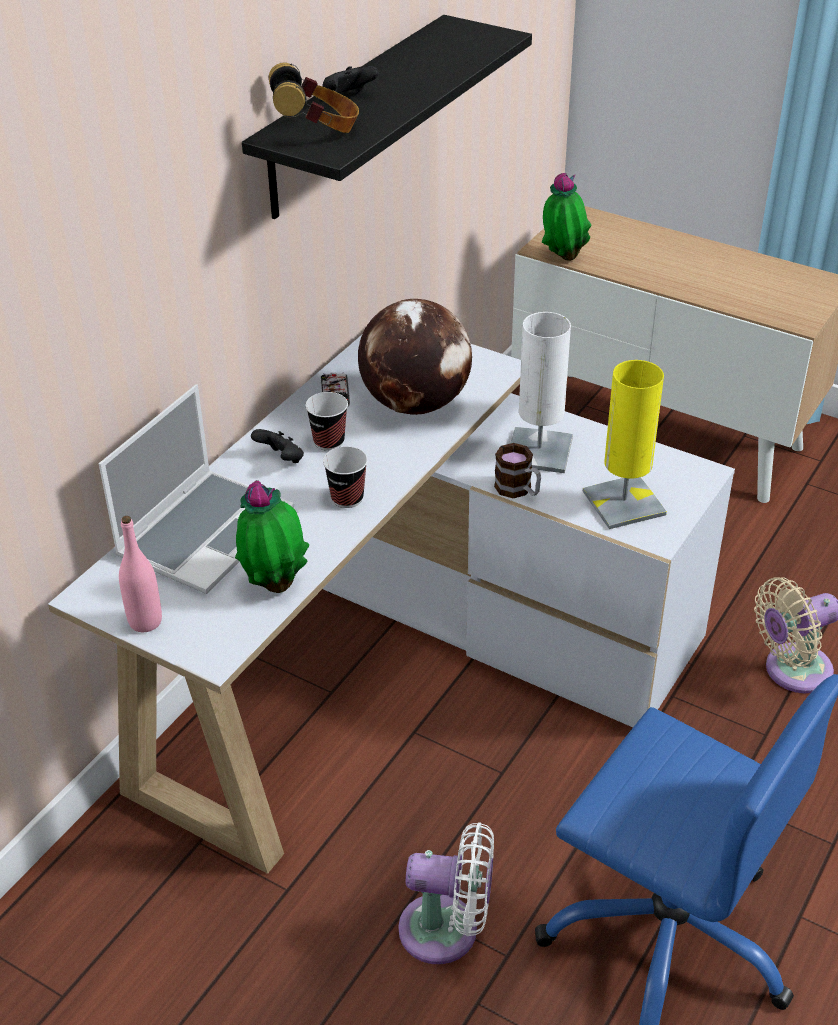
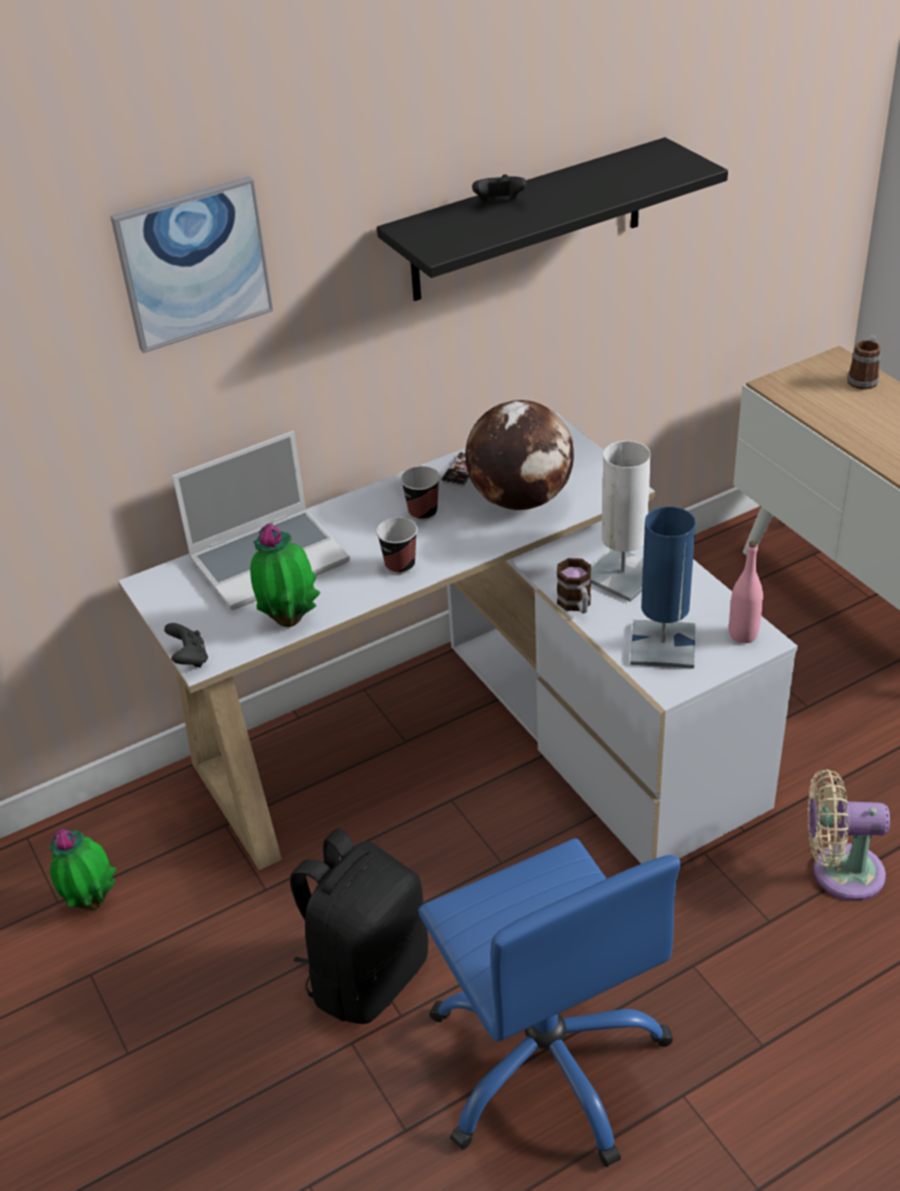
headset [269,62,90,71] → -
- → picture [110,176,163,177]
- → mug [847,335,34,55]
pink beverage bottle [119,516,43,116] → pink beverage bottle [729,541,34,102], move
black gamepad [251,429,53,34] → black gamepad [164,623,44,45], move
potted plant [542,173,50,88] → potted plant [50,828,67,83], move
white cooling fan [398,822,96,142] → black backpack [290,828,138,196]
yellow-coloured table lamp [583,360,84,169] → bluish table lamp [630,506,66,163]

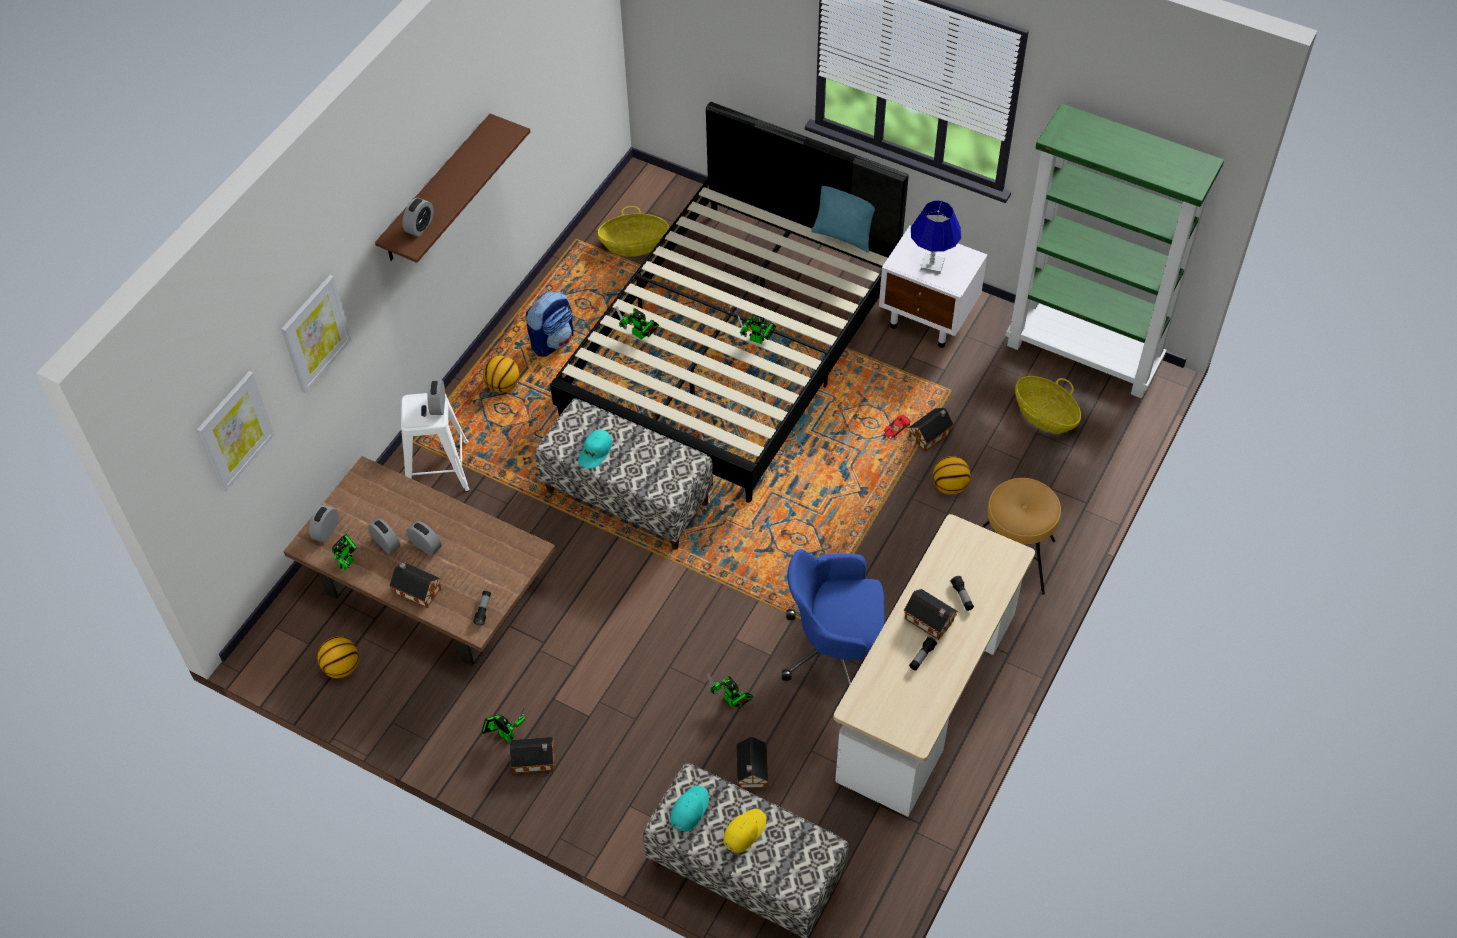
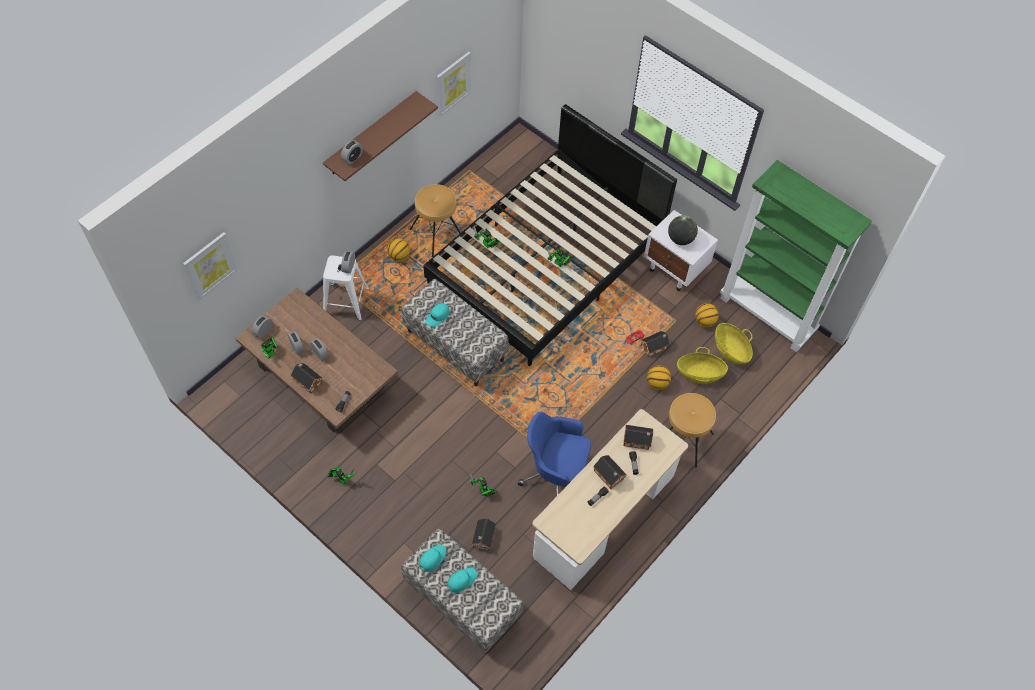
turquoise-coloured throw pillow [811,186,64,67] → -
picture [281,275,71,118] → picture [437,52,34,65], move
basketball [317,636,42,42] → basketball [695,303,24,24], move
model house [510,737,44,36] → model house [623,425,30,25], move
household basket [598,206,71,51] → household basket [677,347,51,37], move
backpack [526,292,48,65] → brownish stool seat [410,184,51,73]
bluish table lamp [911,201,50,73] → globe [668,215,30,30]
yellow-coloured baseball cap [723,809,43,44] → turquoise-coloured baseball cap [447,568,30,25]

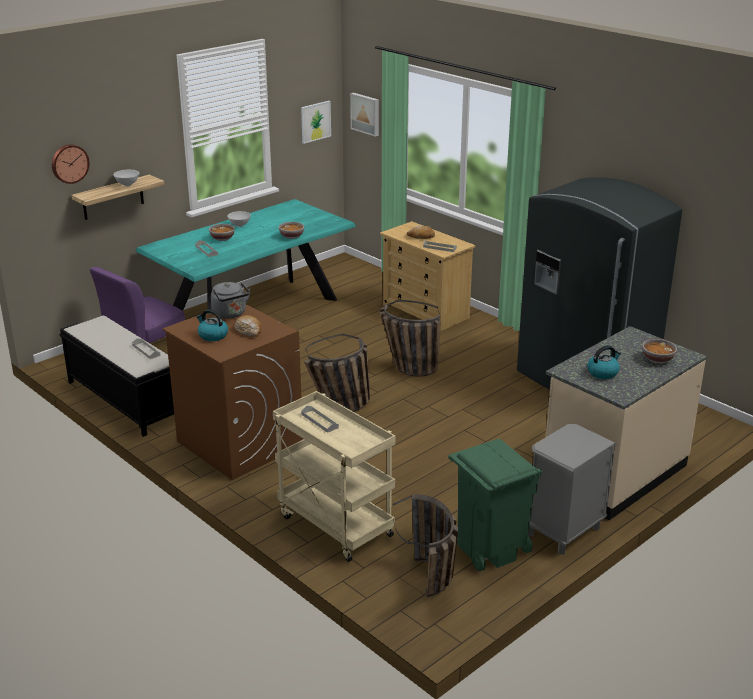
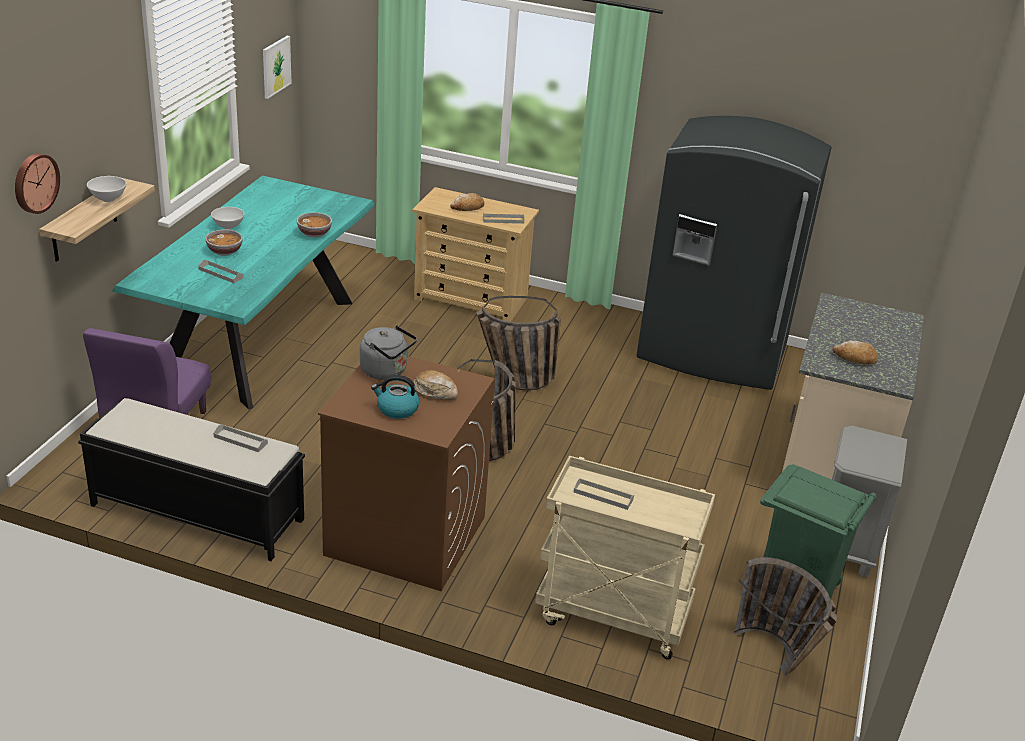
picture [350,93,29,44] → -
deep dish [642,339,35,25] → -
tea kettle [587,345,34,34] → bread [833,340,45,25]

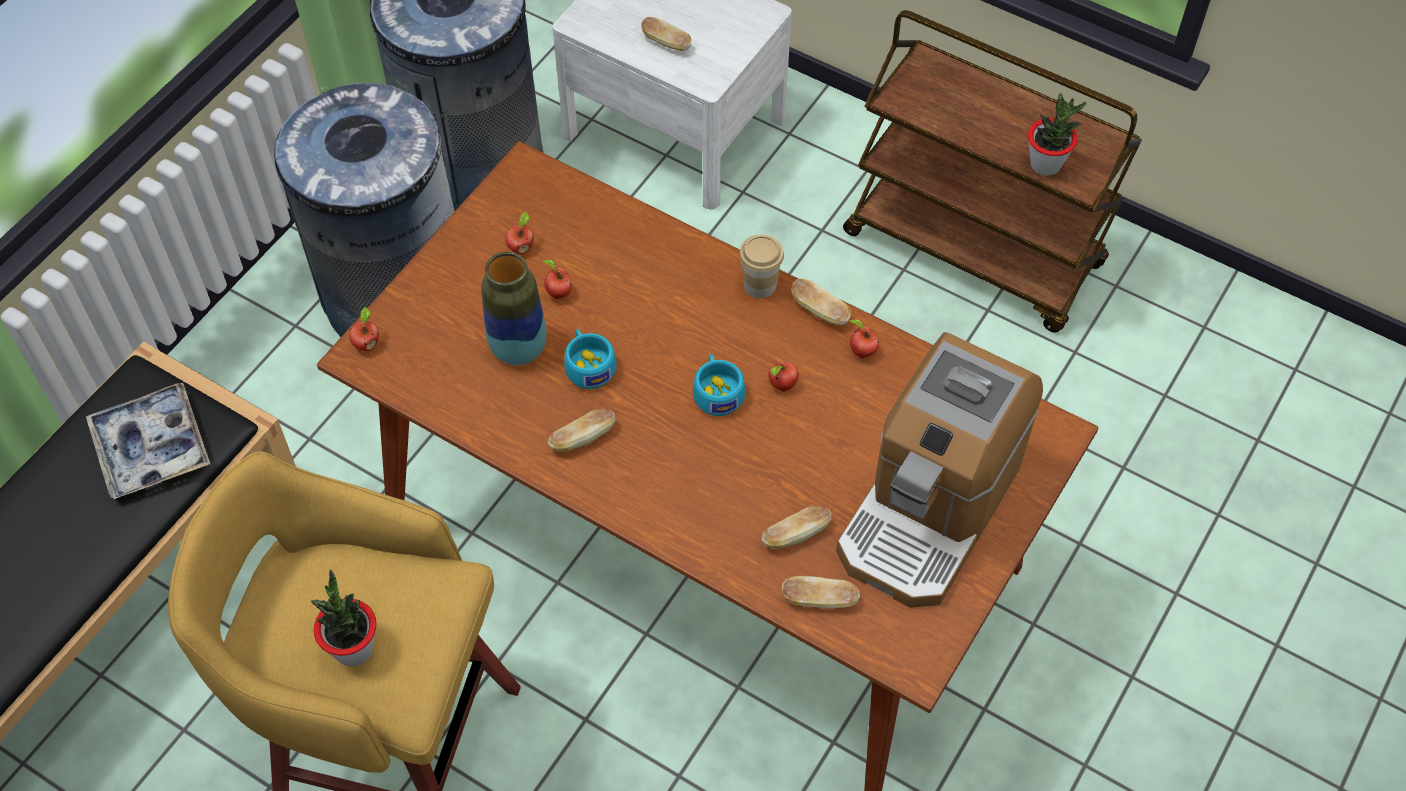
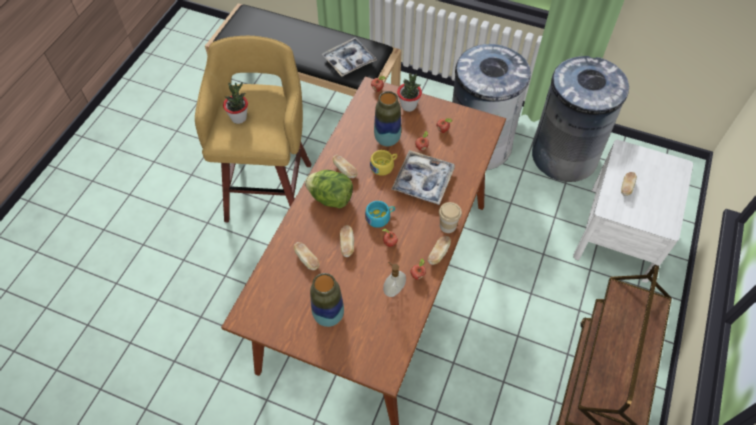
- → head of lettuce [305,170,48,38]
- → soap bottle [383,262,23,35]
- → carrying tray [391,150,64,55]
bread [782,576,78,33] → bread [340,225,14,32], move
potted plant [1028,93,58,83] → potted plant [397,73,25,39], move
coffee machine [836,332,207,276] → vase [310,273,34,54]
turquoise-coloured cup [564,329,52,60] → yellow-coloured cup [370,150,27,26]

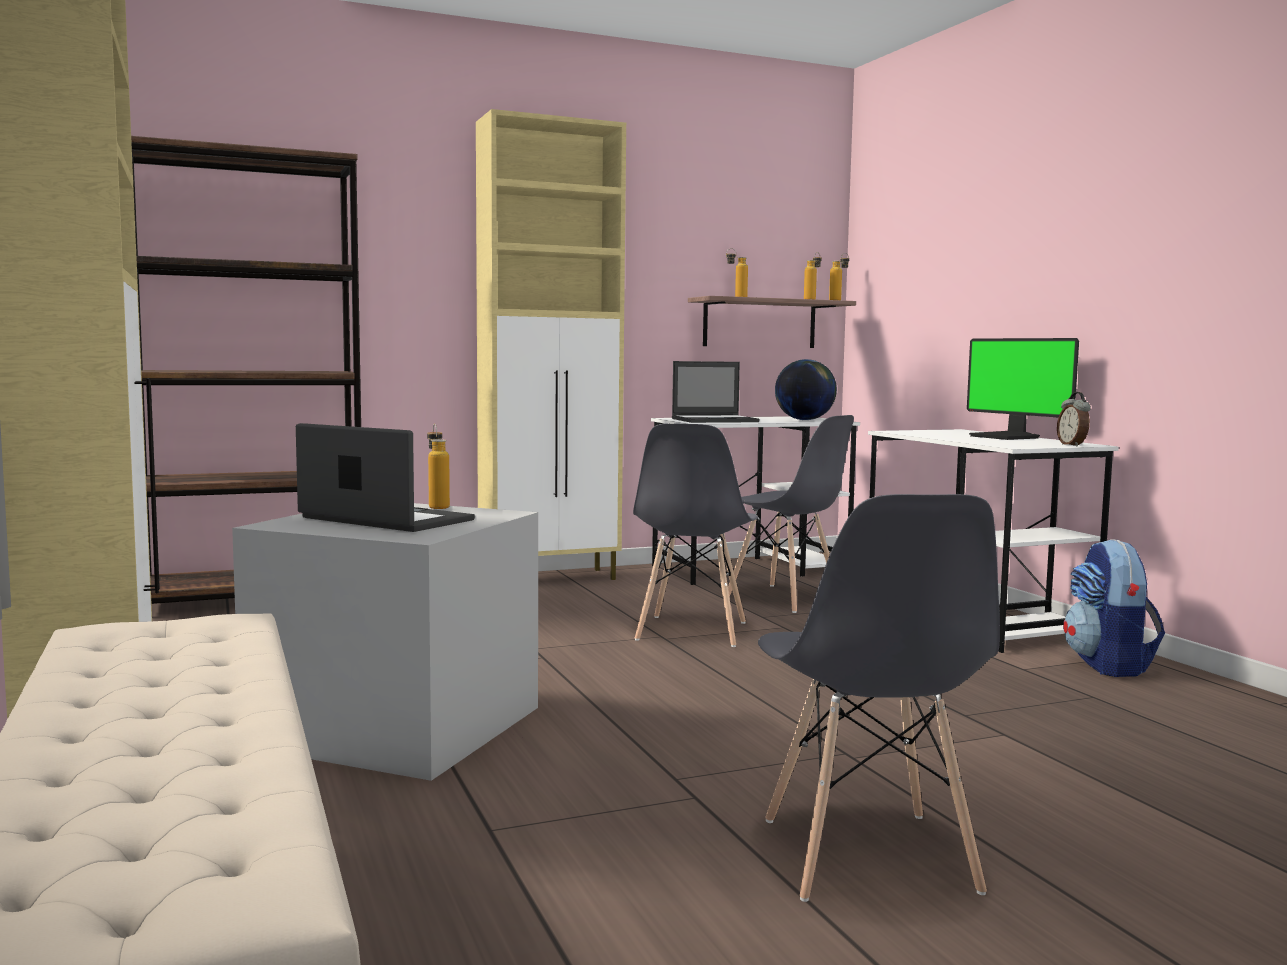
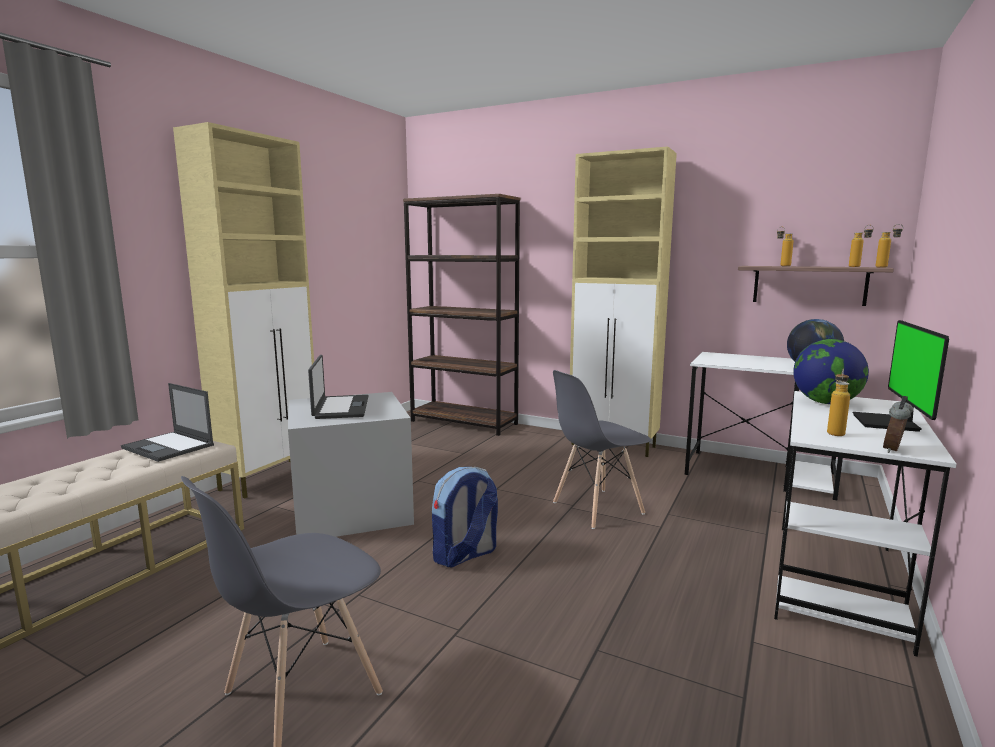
greyish plain chair [728,415,126,198] → -
- → globe [793,339,76,65]
beverage bottle [427,424,23,85] → beverage bottle [827,369,23,67], move
portable computer [672,361,88,62] → portable computer [121,383,93,79], move
backpack [1063,539,102,138] → backpack [432,467,66,100], move

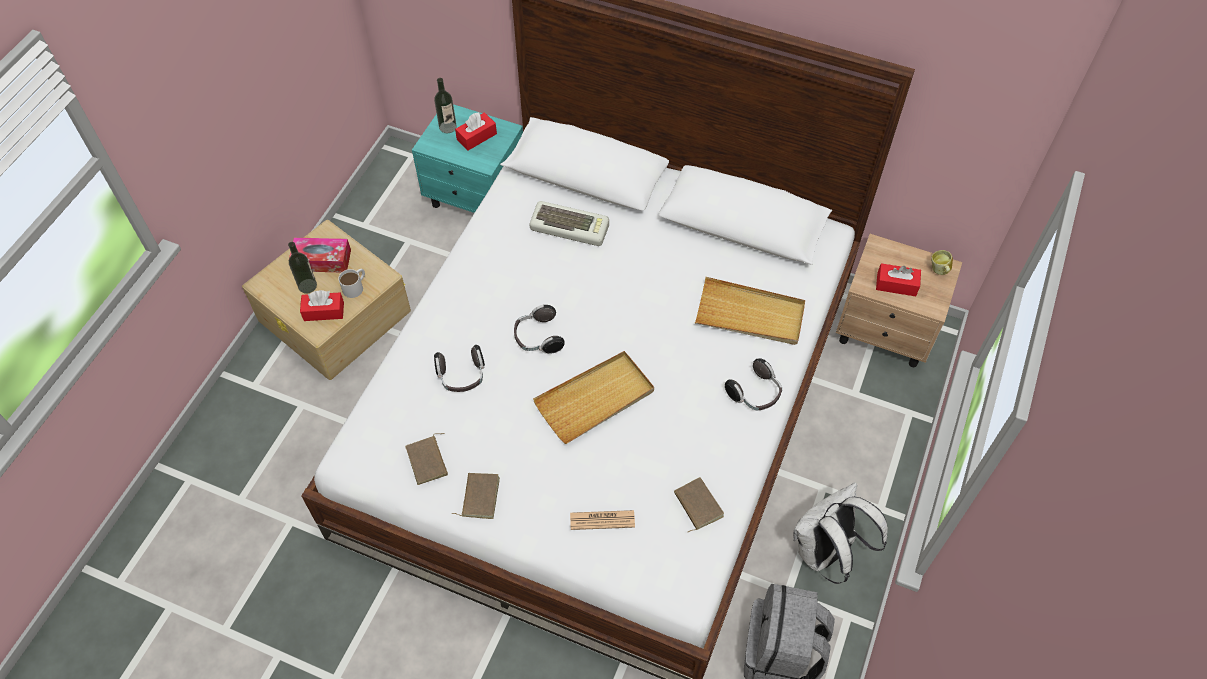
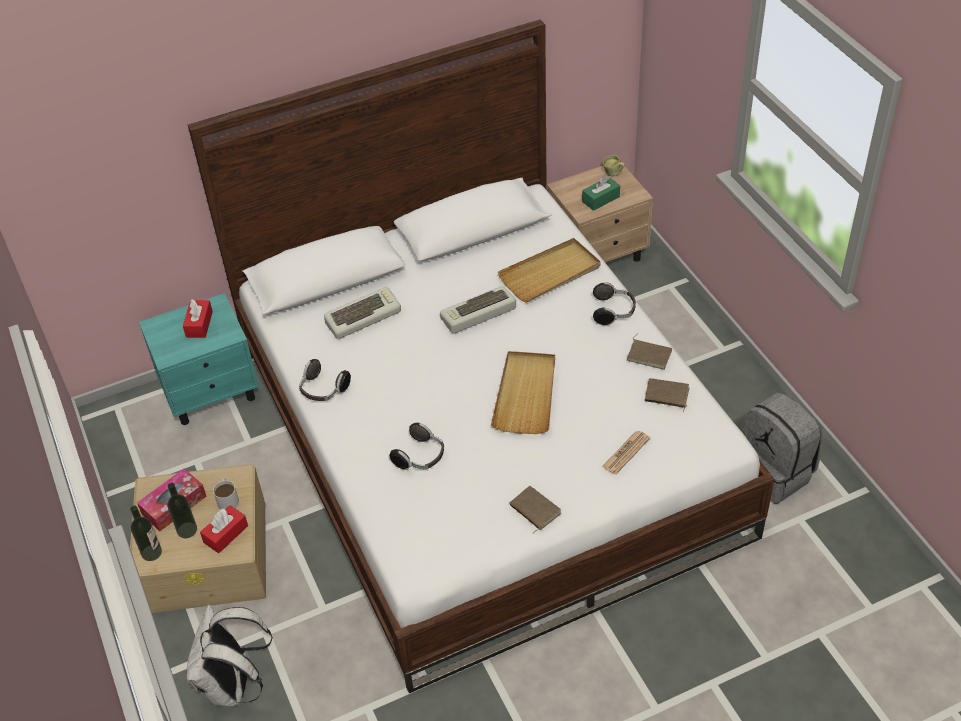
- → computer keyboard [440,286,76,48]
brownish book [405,433,43,52] → brownish book [627,334,45,36], move
beverage bottle [434,78,23,55] → beverage bottle [130,506,32,55], move
headset [514,305,51,49] → headset [299,359,52,42], move
white backpack [793,482,95,102] → white backpack [186,605,87,102], move
reddish tissue holder [876,263,45,33] → green-coloured tissue holder [582,176,38,35]

